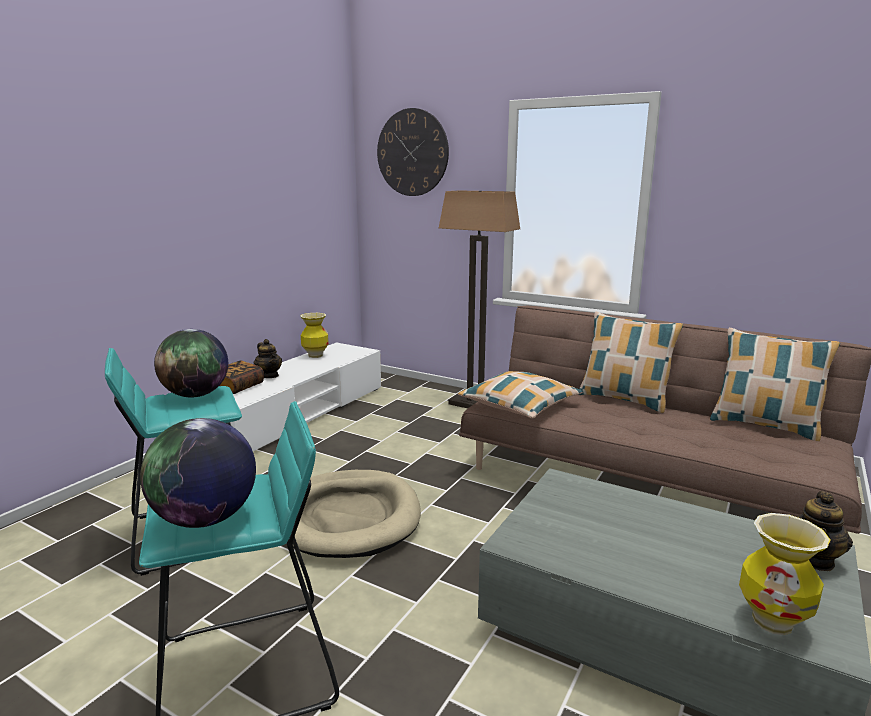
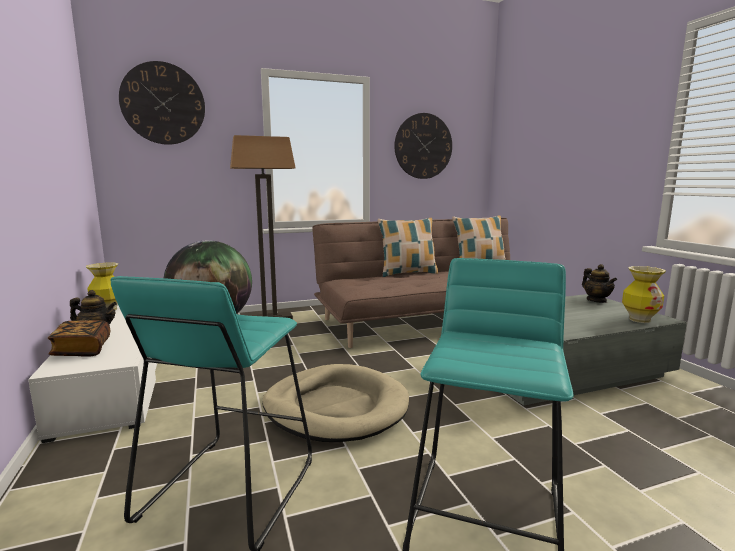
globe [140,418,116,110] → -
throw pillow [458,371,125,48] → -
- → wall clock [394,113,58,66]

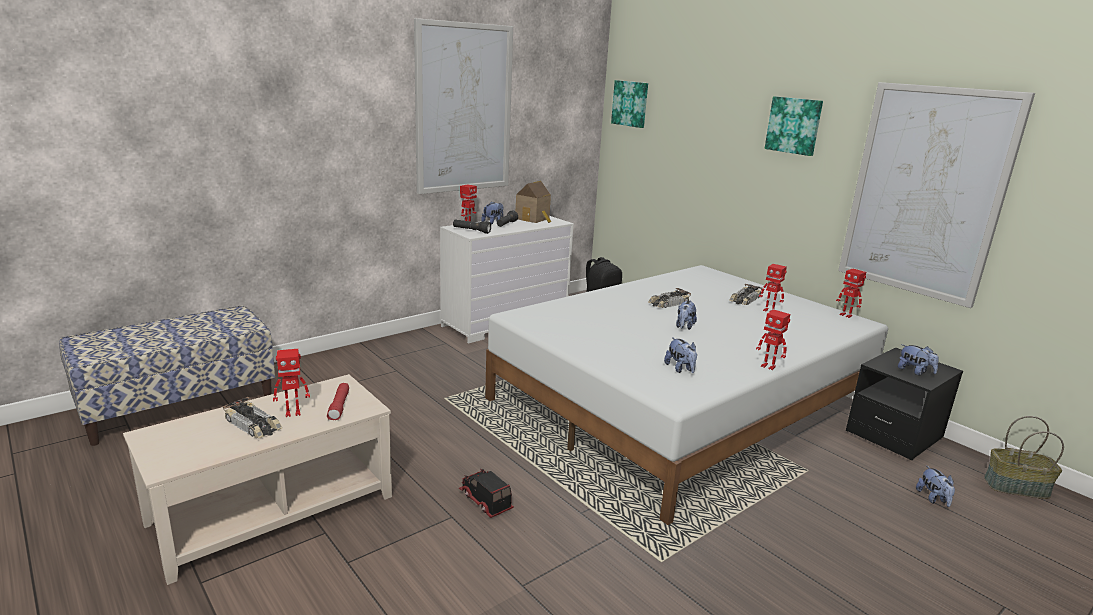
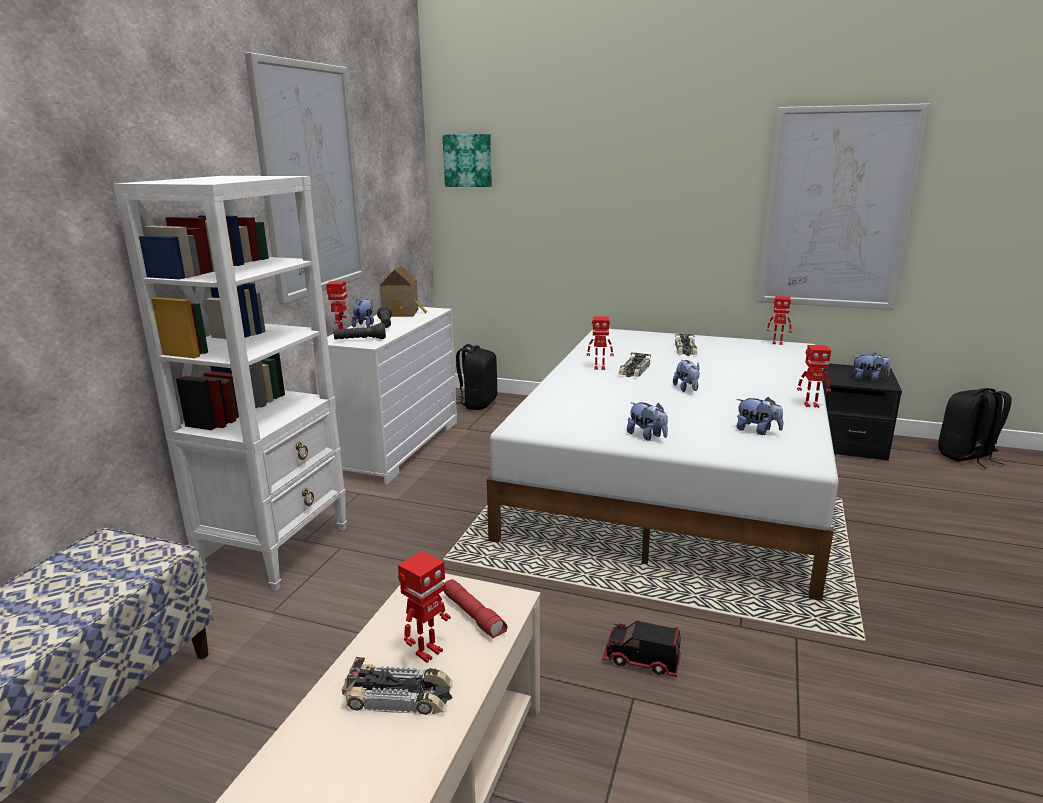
picture [765,96,58,60] → -
- → white shelving unit [113,176,234,415]
model robot [759,264,28,48] → model robot [587,317,27,53], move
cuddly toy [916,465,39,42] → cuddly toy [627,402,41,39], move
household basket [984,416,80,83] → black backpack [938,388,73,80]

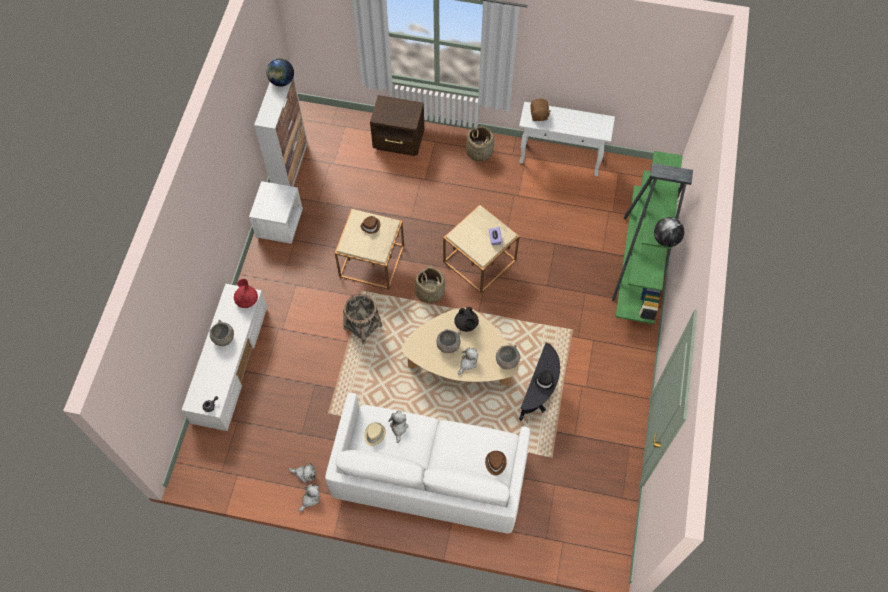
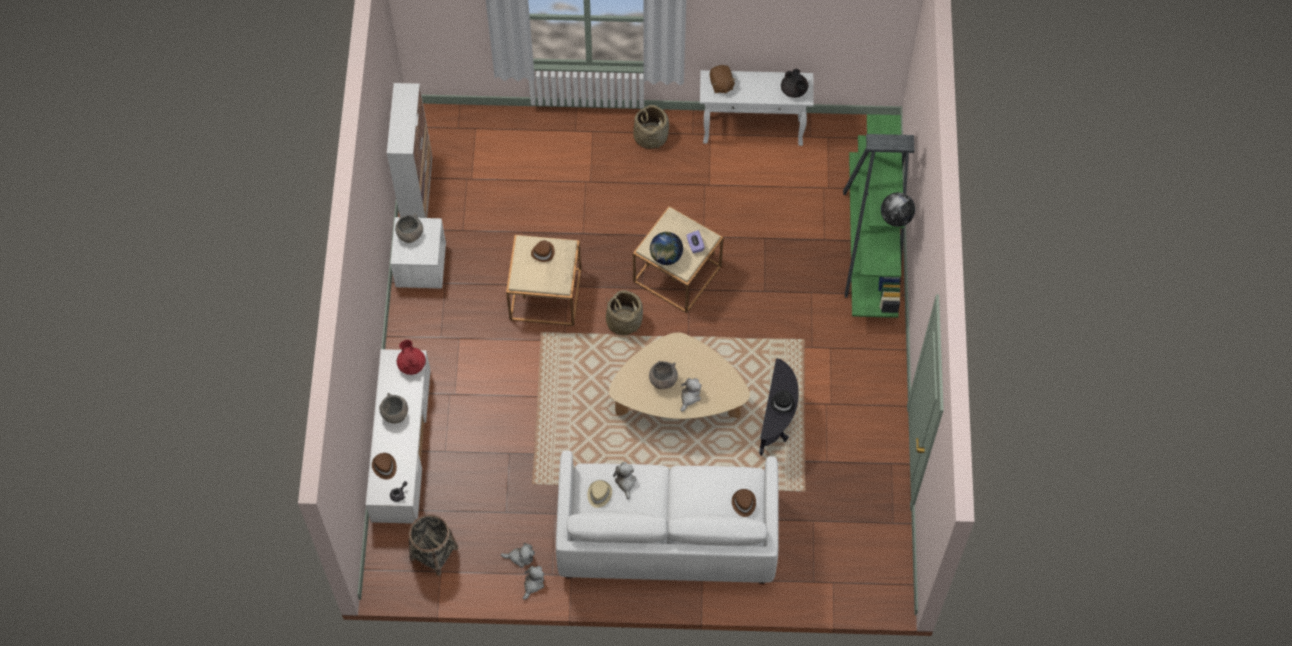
brownish nightstand [370,95,54,61] → -
- → brownish clothing hat [372,453,25,27]
globe [266,59,28,28] → globe [650,232,33,33], move
household basket [343,294,40,50] → household basket [409,514,49,62], move
black pot for tea [454,307,25,25] → black pot for tea [781,69,27,29], move
greyish deep dish [496,345,24,24] → greyish deep dish [395,213,28,30], move

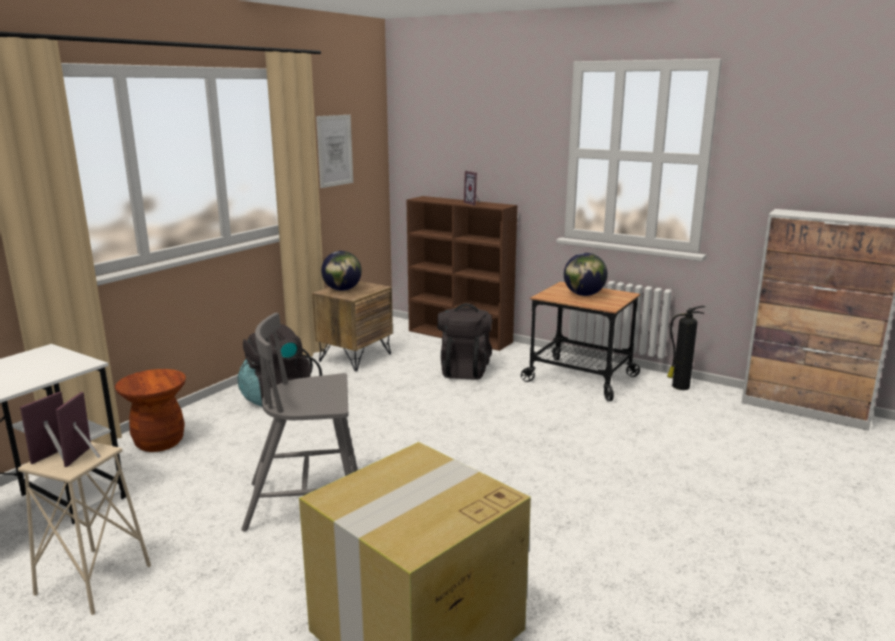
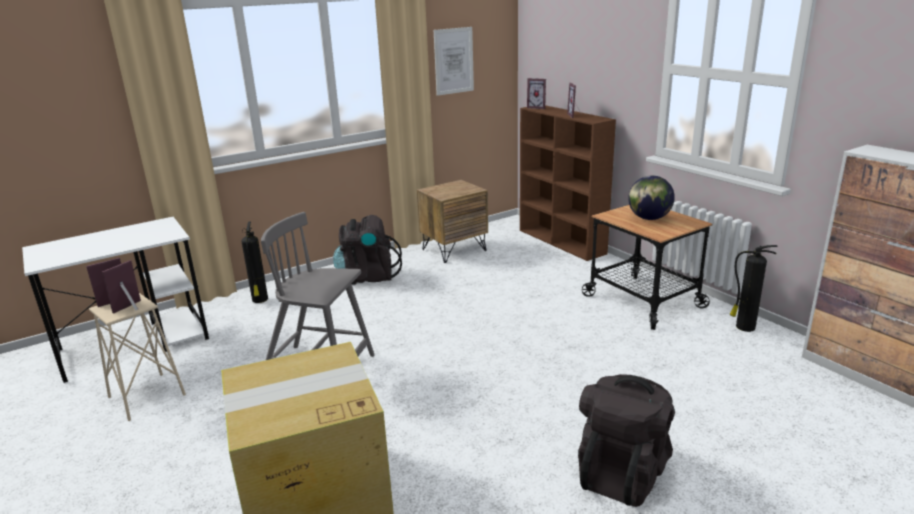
globe [321,251,41,40] → -
- → picture frame [527,78,19,31]
black backpack [437,303,55,77] → black backpack [578,374,97,133], move
brownish stool seat [115,369,71,83] → fire extinguisher [241,222,27,81]

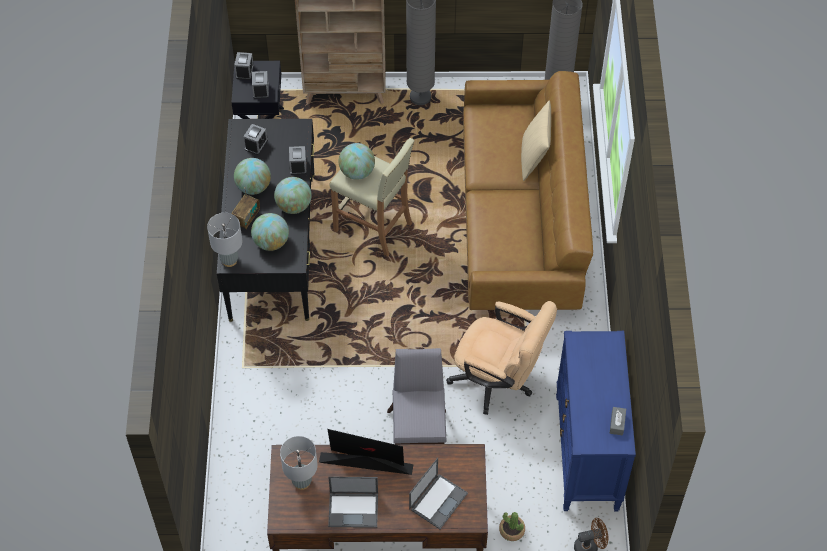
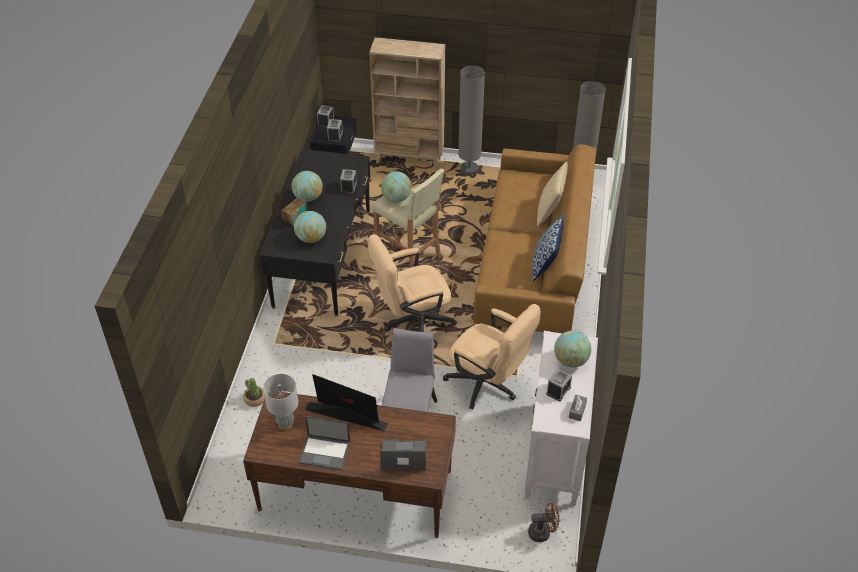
greyish table lamp [207,213,35,54] → -
- → beige desk chair [368,234,89,98]
- → throw pillow [532,214,32,68]
table clock [244,124,24,31] → table clock [546,368,26,33], move
globe [274,177,38,37] → globe [554,331,38,37], move
potted plant [499,512,26,29] → potted plant [243,378,22,29], move
bluish drawer chest [556,331,80,180] → white drawer chest [525,331,73,175]
portable computer [409,458,59,71] → portable computer [380,440,46,31], 135 degrees counterclockwise

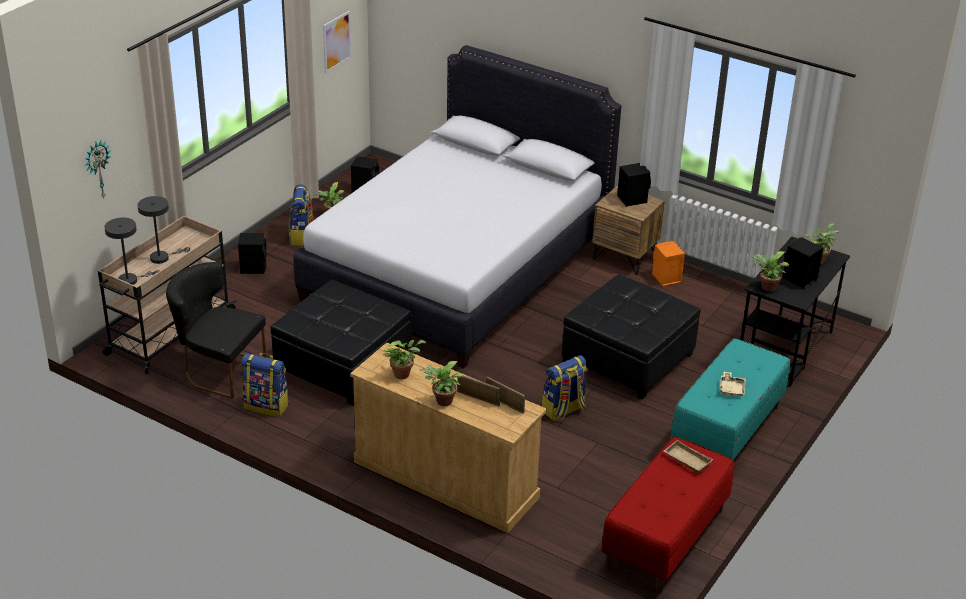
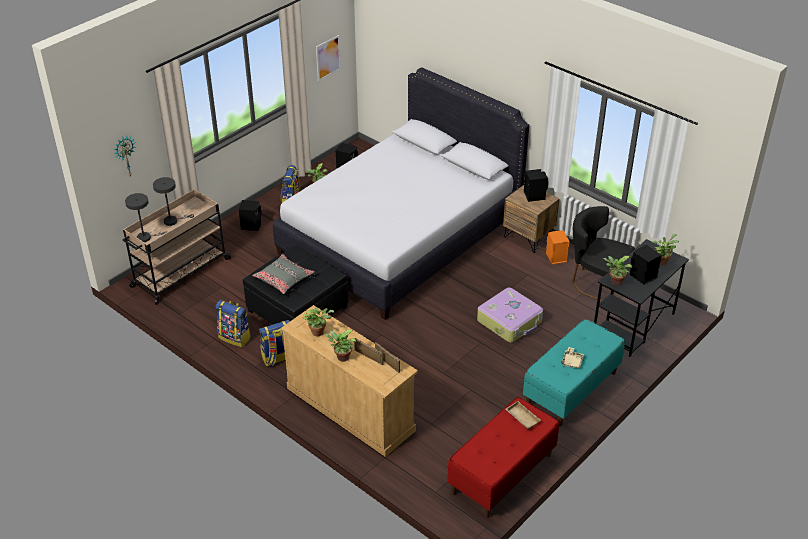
- → greyish throw pillow [252,254,63,40]
black plain chair [166,262,100,137] → black plain chair [572,206,63,96], move
backpack [542,355,46,66] → backpack [259,320,31,46], move
black footrest [562,274,138,126] → suitcase [477,288,66,55]

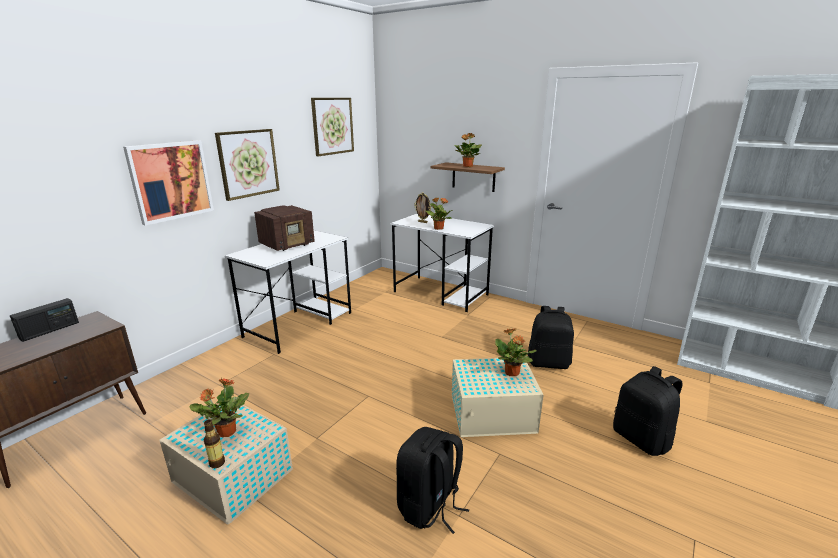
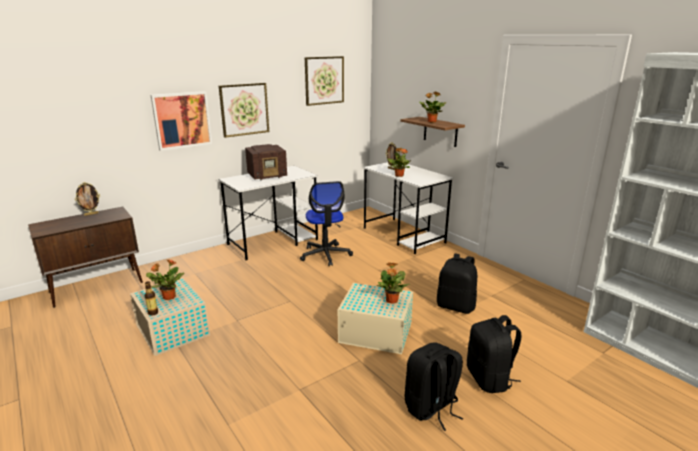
- → desk chair [300,181,53,85]
black backpack [396,427,73,107] → black backpack [405,342,58,89], move
radio [10,298,69,44] → picture frame [75,182,25,34]

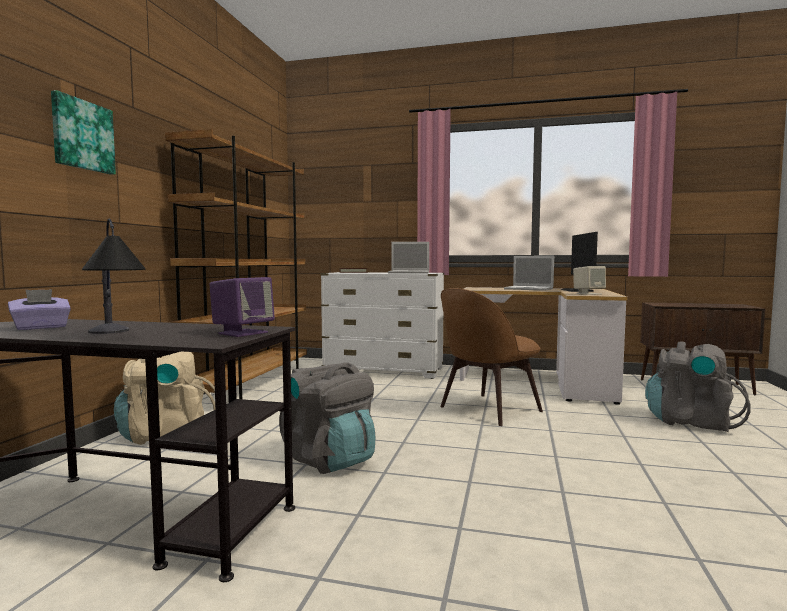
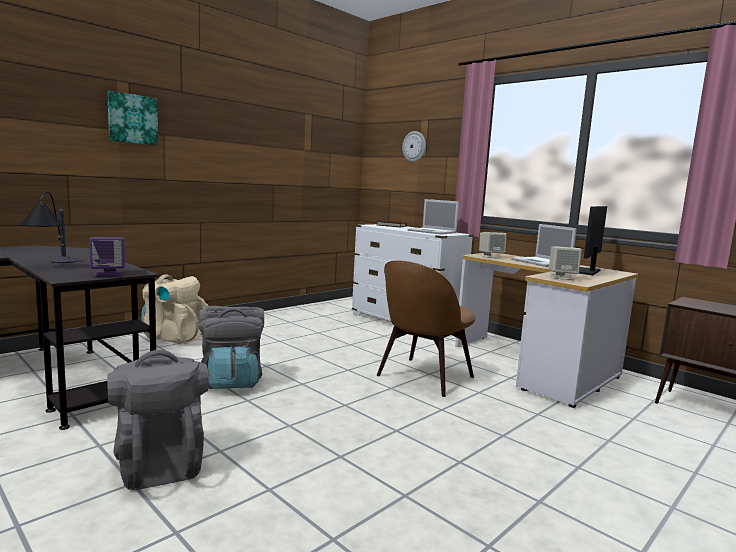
purplish tissue holder [8,289,63,41] → -
brownish shelving unit [165,129,142,270] → -
- → wall clock [402,131,24,31]
- → beige speaker [479,232,27,26]
greyish backpack [645,341,105,91] → greyish backpack [107,350,102,140], move
brownish plain chair [440,288,103,138] → brownish plain chair [376,261,100,136], 45 degrees counterclockwise

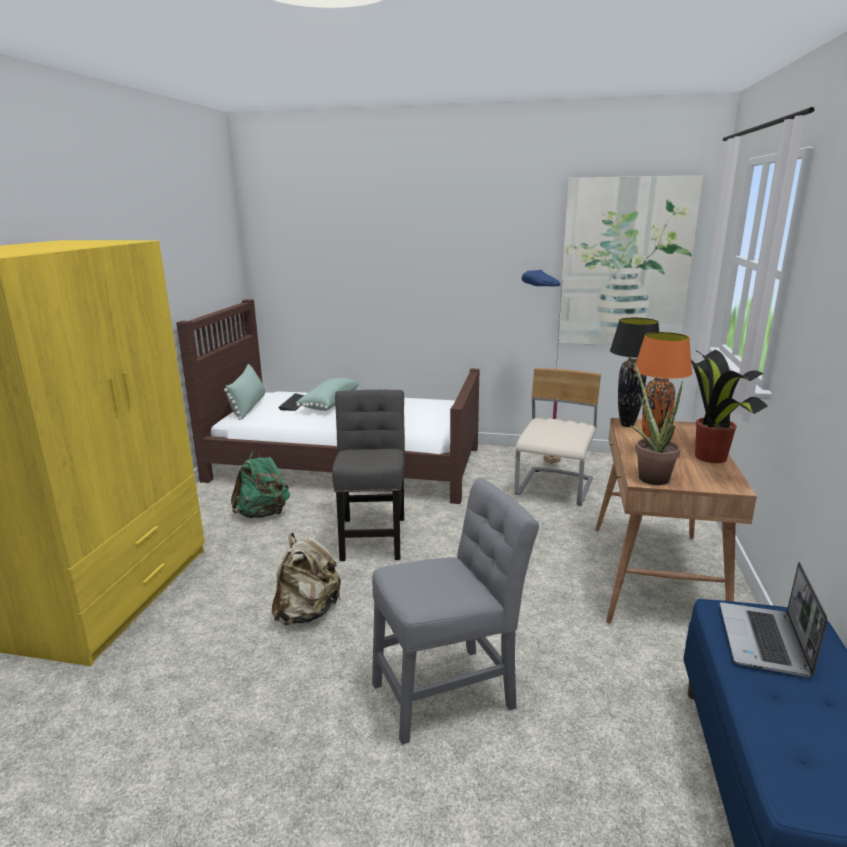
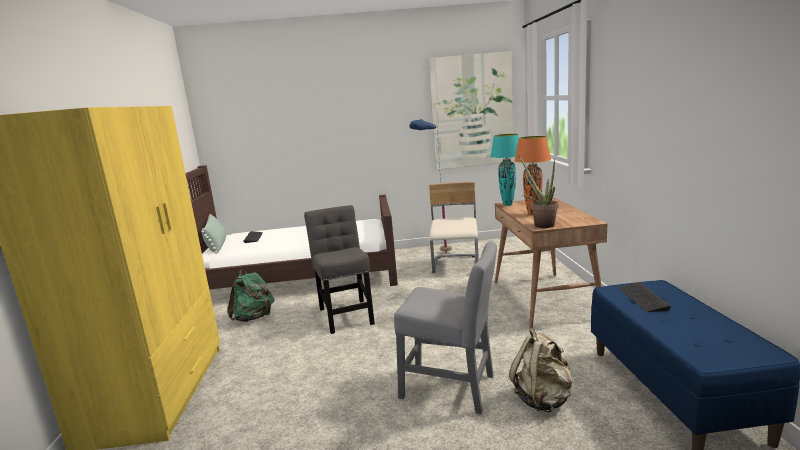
green-coloured throw pillow [296,378,63,33] → -
potted plant [691,350,77,113] → -
beige backpack [272,533,69,92] → beige backpack [509,328,64,85], move
portable computer [720,562,108,115] → computer keyboard [619,282,52,30]
black table lamp [610,318,49,109] → turquoise-coloured table lamp [490,134,29,72]
greyish plain chair [372,478,167,267] → greyish plain chair [394,242,103,172], 60 degrees clockwise

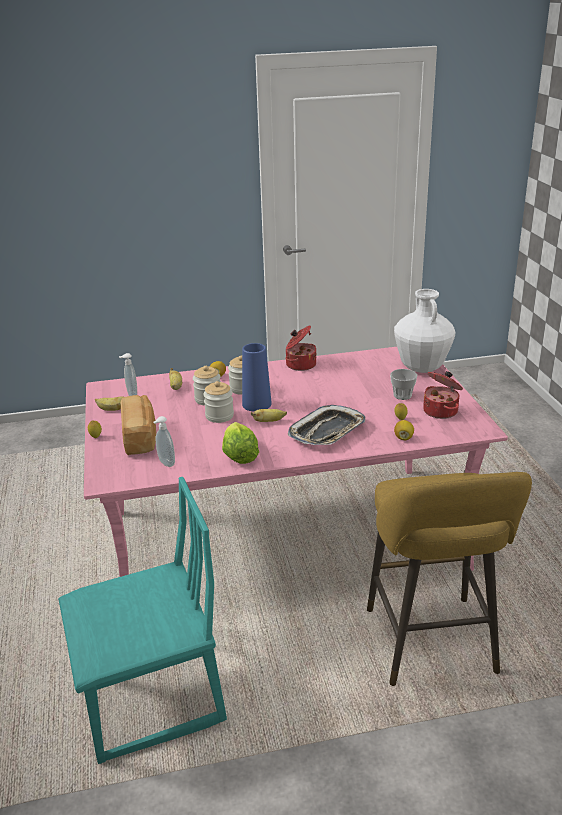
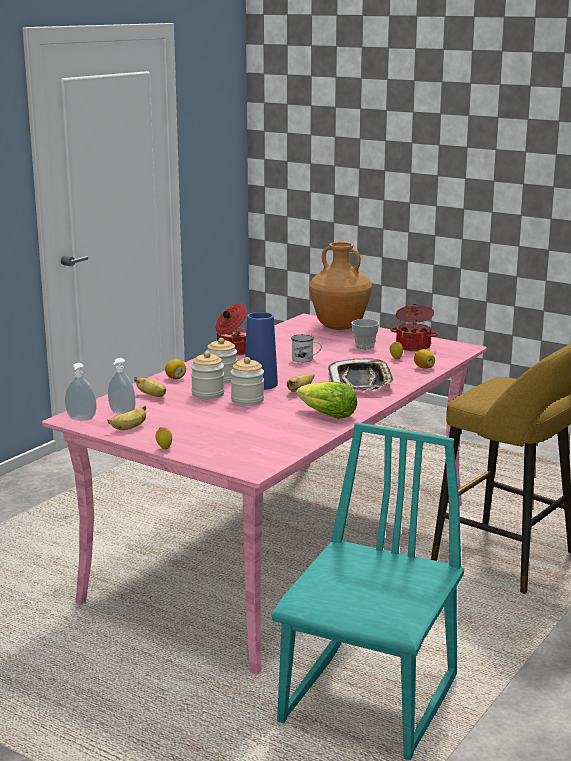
bread [121,395,35,60] → -
- → white mug [291,334,30,29]
soap bottle [153,416,22,51] → soap bottle [65,363,32,57], move
white vase [394,289,62,84] → brownish vase [309,242,63,88]

